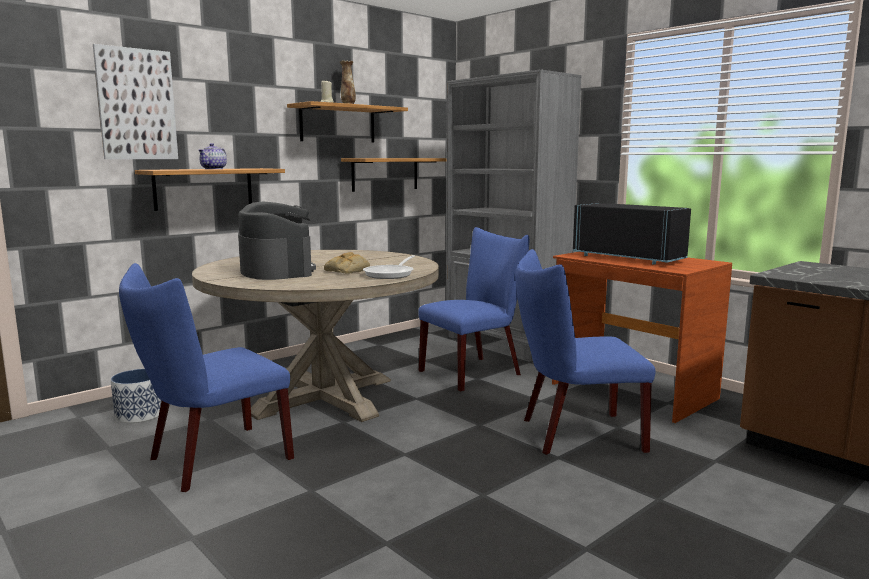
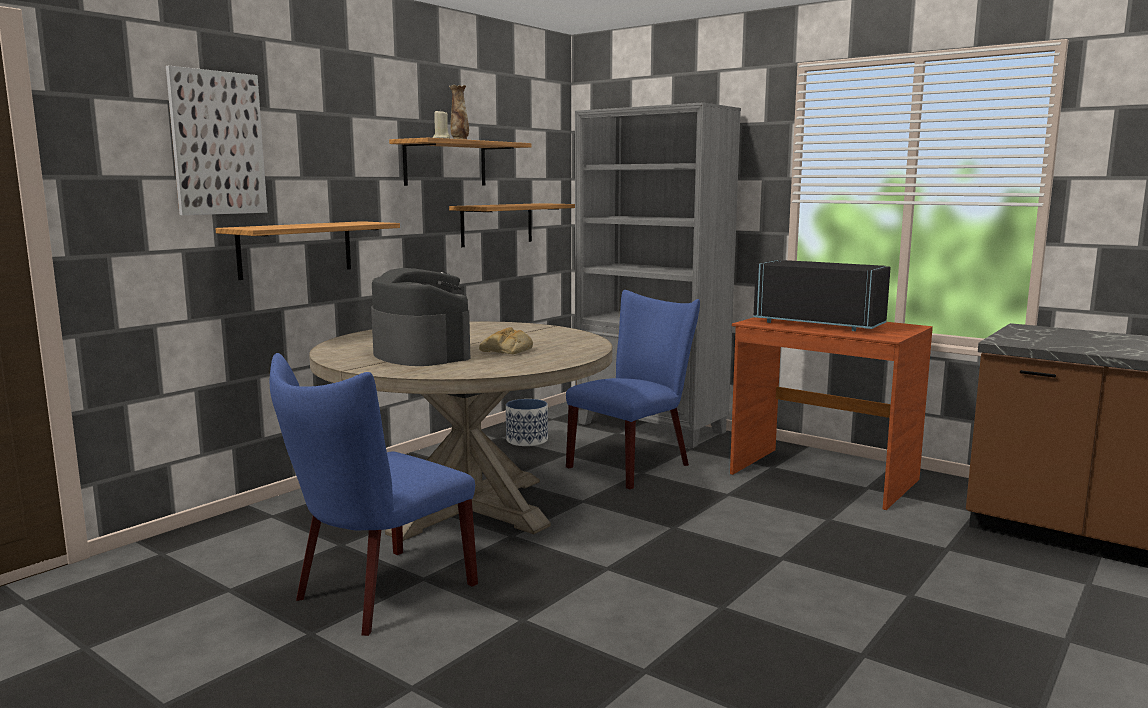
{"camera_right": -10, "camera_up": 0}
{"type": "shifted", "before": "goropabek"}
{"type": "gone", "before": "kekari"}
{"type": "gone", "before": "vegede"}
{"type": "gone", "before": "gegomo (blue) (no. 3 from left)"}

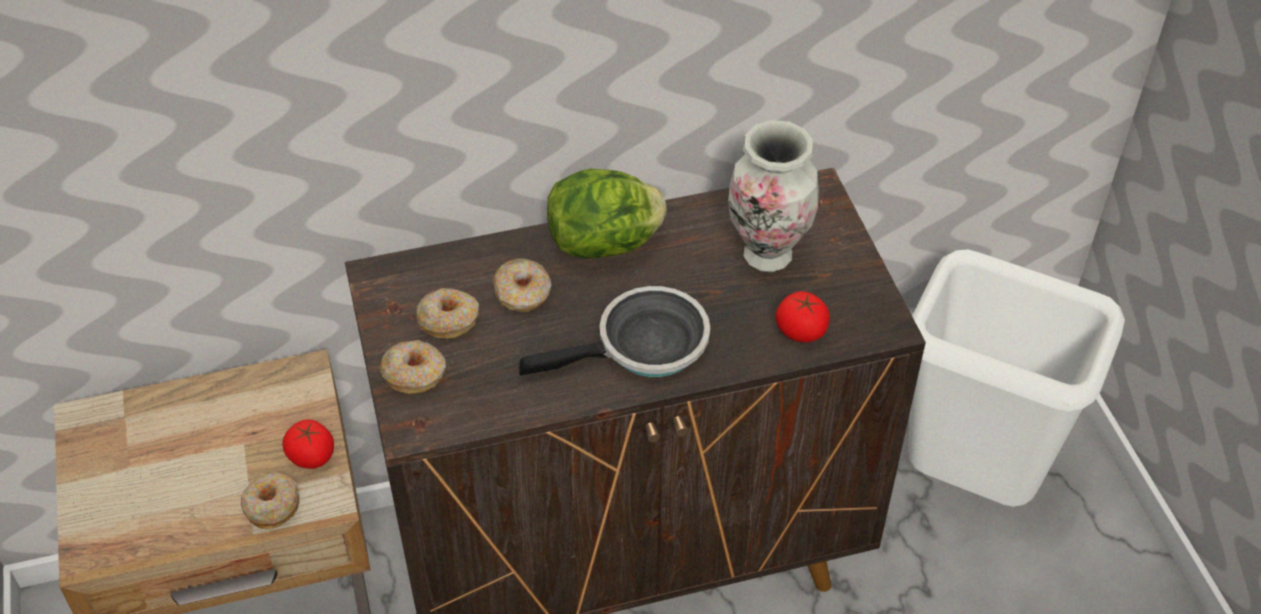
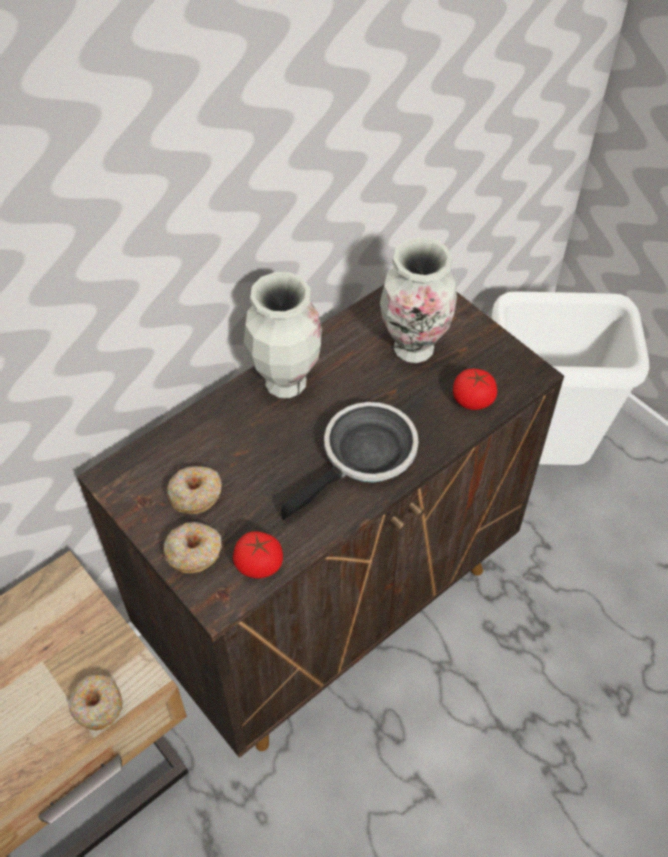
{"camera_right": -25, "camera_up": 5}
{"type": "shifted", "before": "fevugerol (no. 1 from left)"}
{"type": "gone", "before": "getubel (no. 4 from left)"}
{"type": "swapped", "before": "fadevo", "after": "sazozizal (no. 1 from left)"}

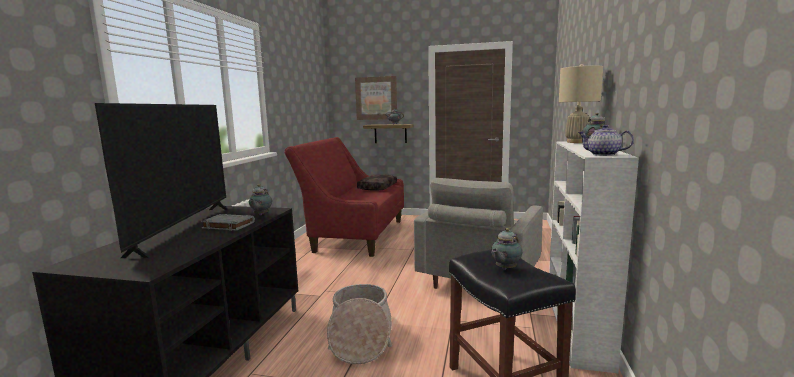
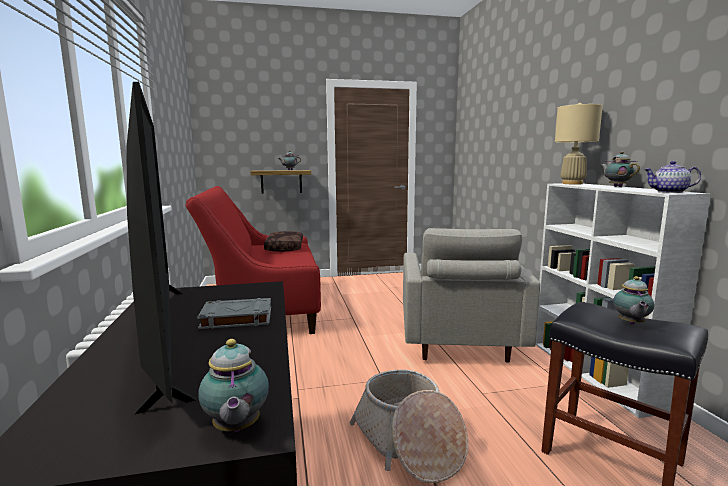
{"camera_right": -25, "camera_up": 0}
{"type": "shifted", "before": "kekari (no. 1 from left)"}
{"type": "gone", "before": "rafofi"}

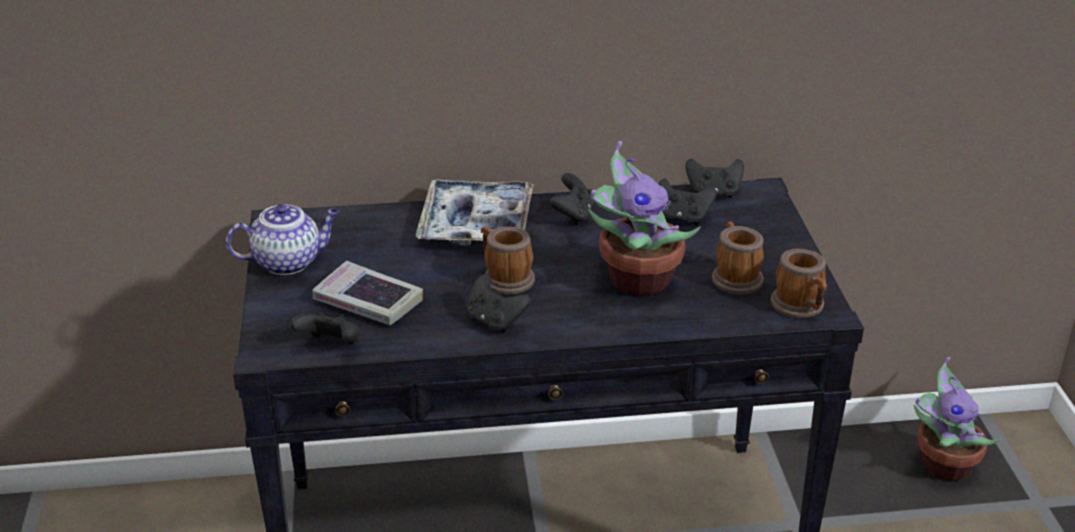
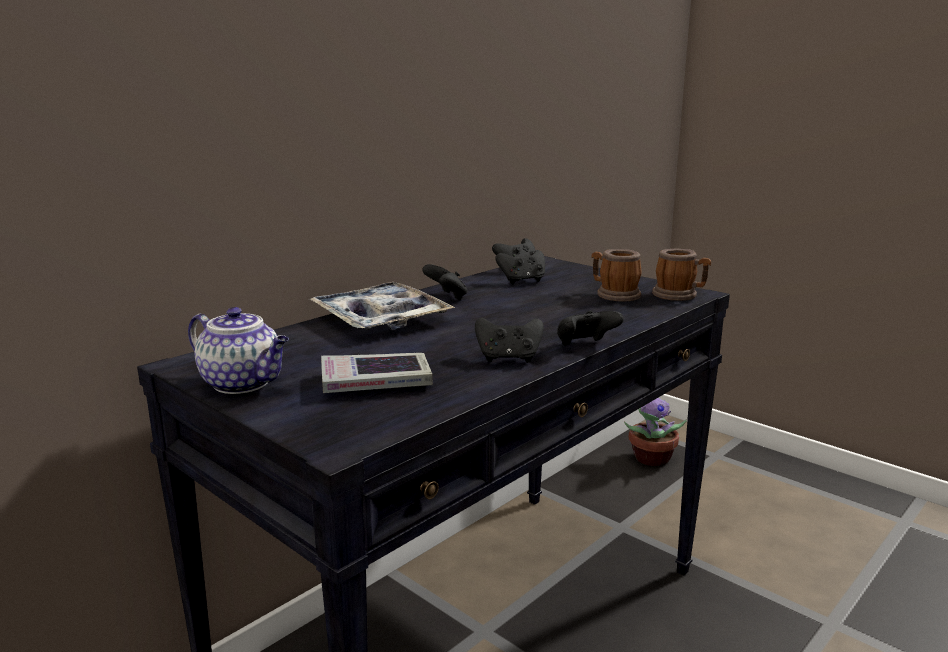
{"camera_right": -40, "camera_up": -15}
{"type": "rotated", "before": "kekari", "turn": 90}
{"type": "shifted", "before": "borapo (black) (no. 1 from left in the first image)", "after": "borapo (black) (no. 5 from left)"}
{"type": "gone", "before": "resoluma (no. 1 from left)"}
{"type": "gone", "before": "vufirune (no. 1 from left)"}

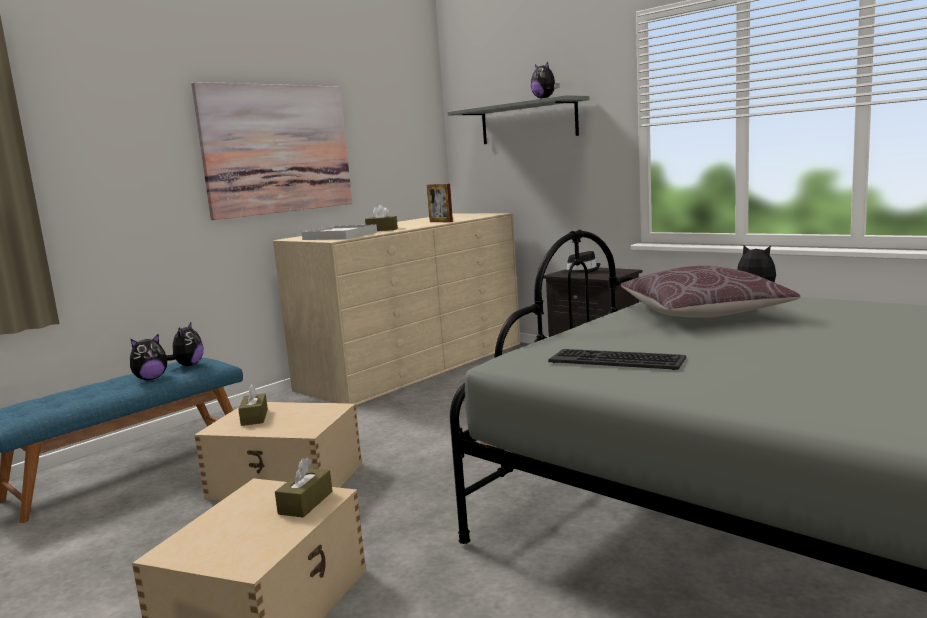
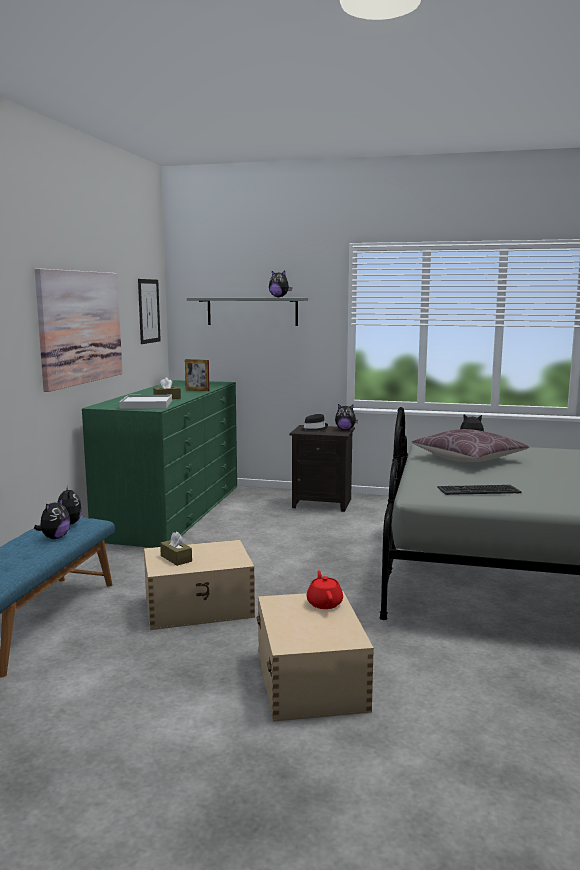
{"camera_right": -30, "camera_up": 0}
{"type": "repainted", "before": "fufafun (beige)", "after": "fufafun (green)"}
{"type": "swapped", "before": "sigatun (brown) (no. 2 from left)", "after": "kekari (red)"}
{"type": "new", "after": "rafofi (no. 2 from left)"}
{"type": "new", "after": "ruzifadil (no. 4 from left)"}

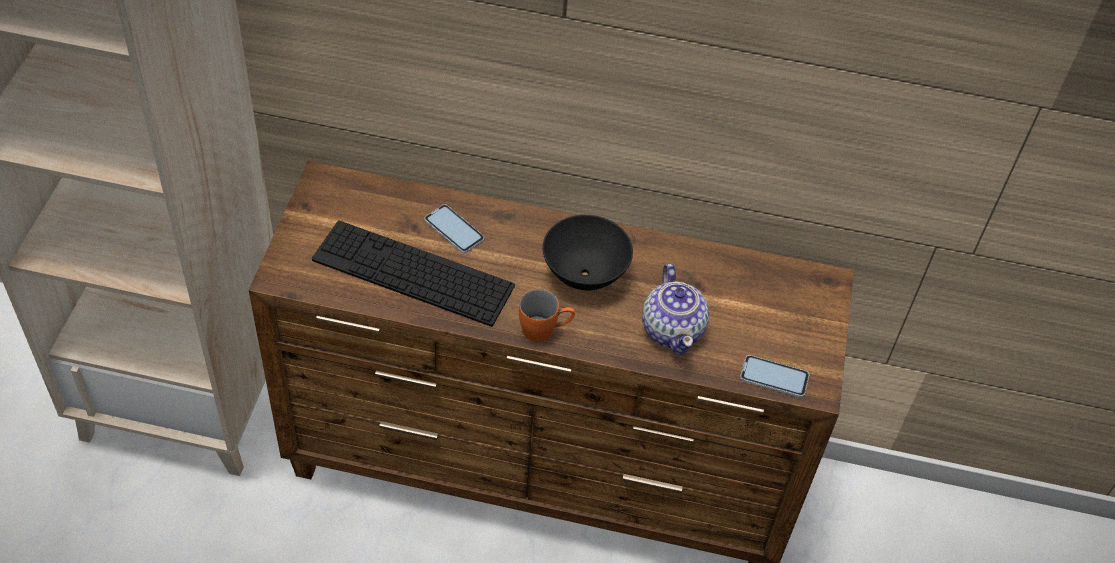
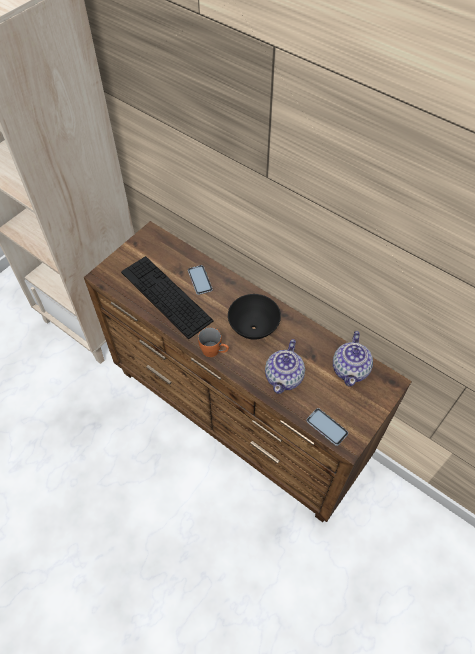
{"camera_right": 30, "camera_up": 5}
{"type": "new", "after": "kekari (no. 2 from left)"}

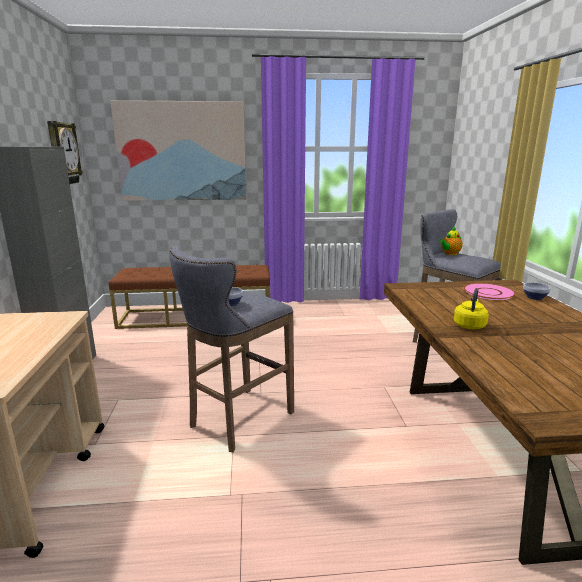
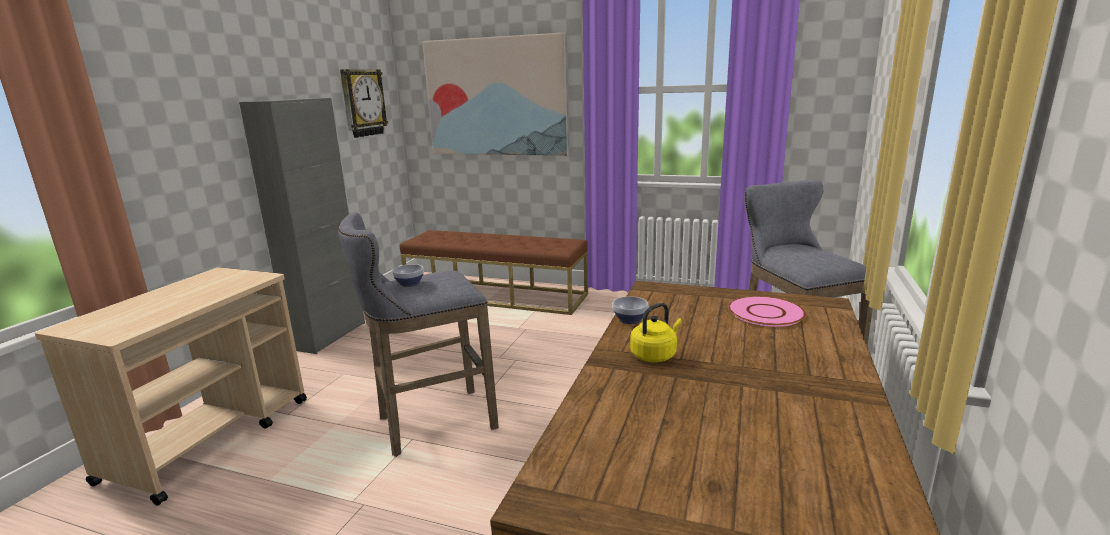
{"camera_right": 25, "camera_up": 0}
{"type": "gone", "before": "kekari"}
{"type": "shifted", "before": "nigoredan (no. 2 from left)"}

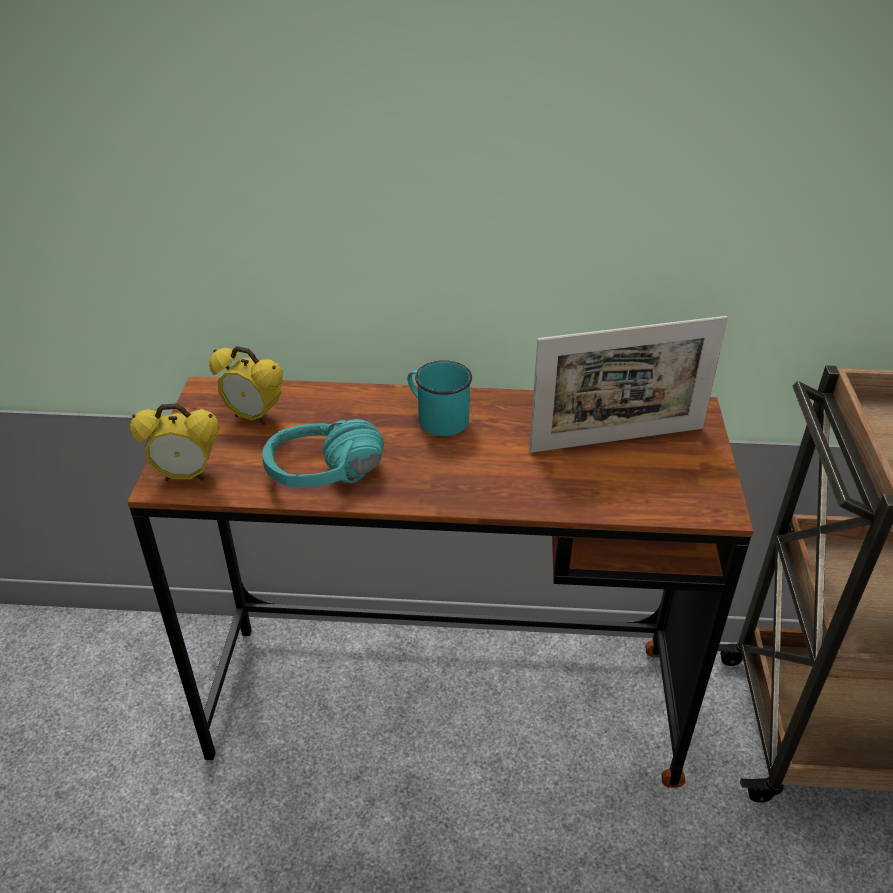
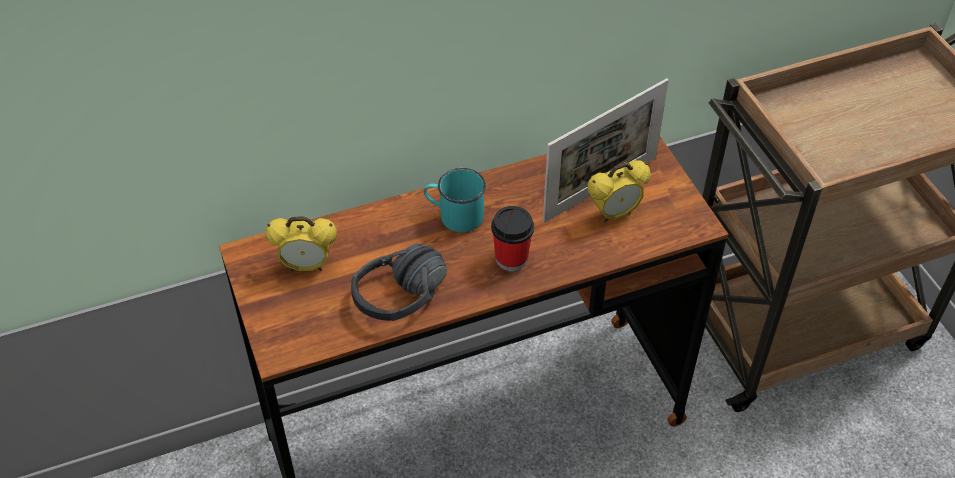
{"camera_right": -25, "camera_up": 10}
{"type": "shifted", "before": "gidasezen (no. 1 from left in the first image)", "after": "gidasezen (no. 2 from left)"}
{"type": "repainted", "before": "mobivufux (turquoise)", "after": "mobivufux (black)"}
{"type": "new", "after": "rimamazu"}

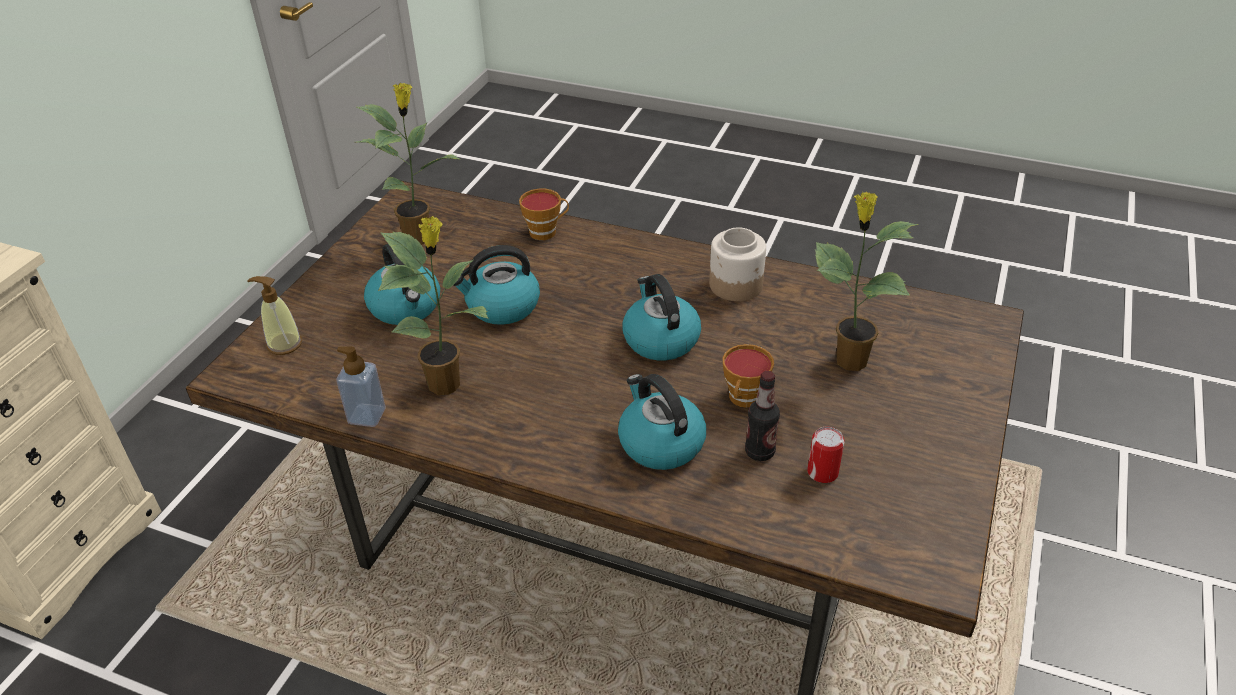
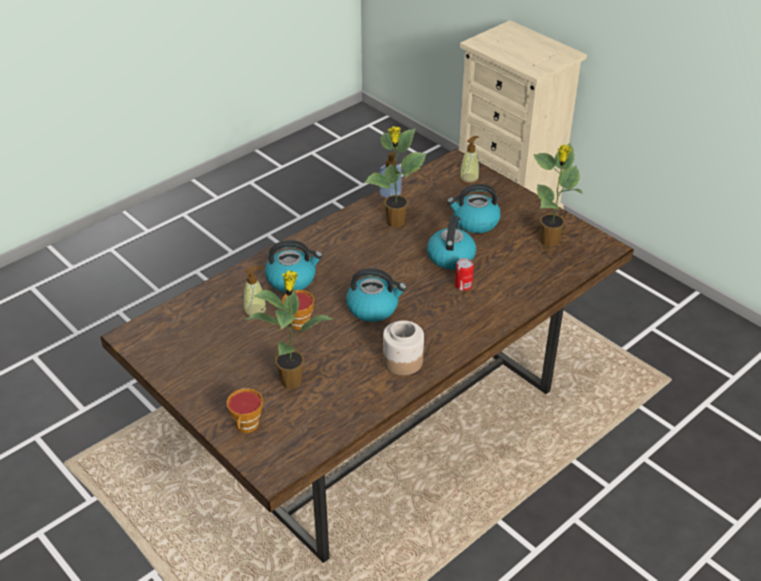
{"camera_right": 115, "camera_up": 0}
{"type": "shifted", "before": "rimamazu (no. 1 from left)"}
{"type": "swapped", "before": "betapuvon", "after": "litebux (no. 1 from left)"}
{"type": "shifted", "before": "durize"}

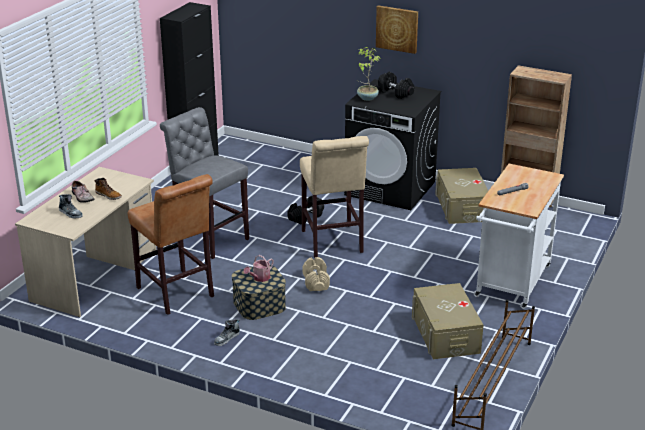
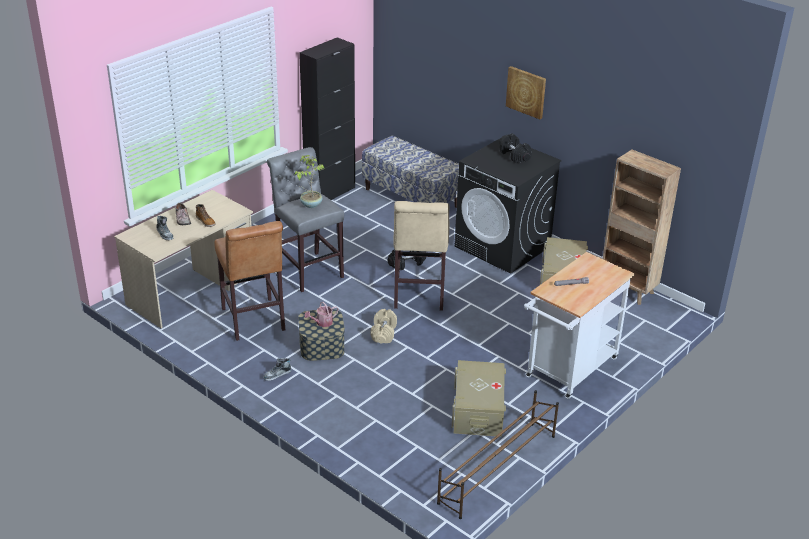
{"camera_right": 15, "camera_up": 5}
{"type": "shifted", "before": "vufirune"}
{"type": "new", "after": "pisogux"}

